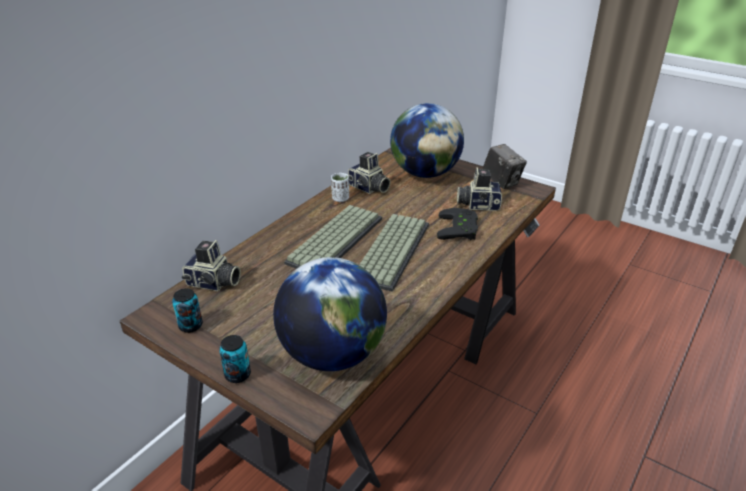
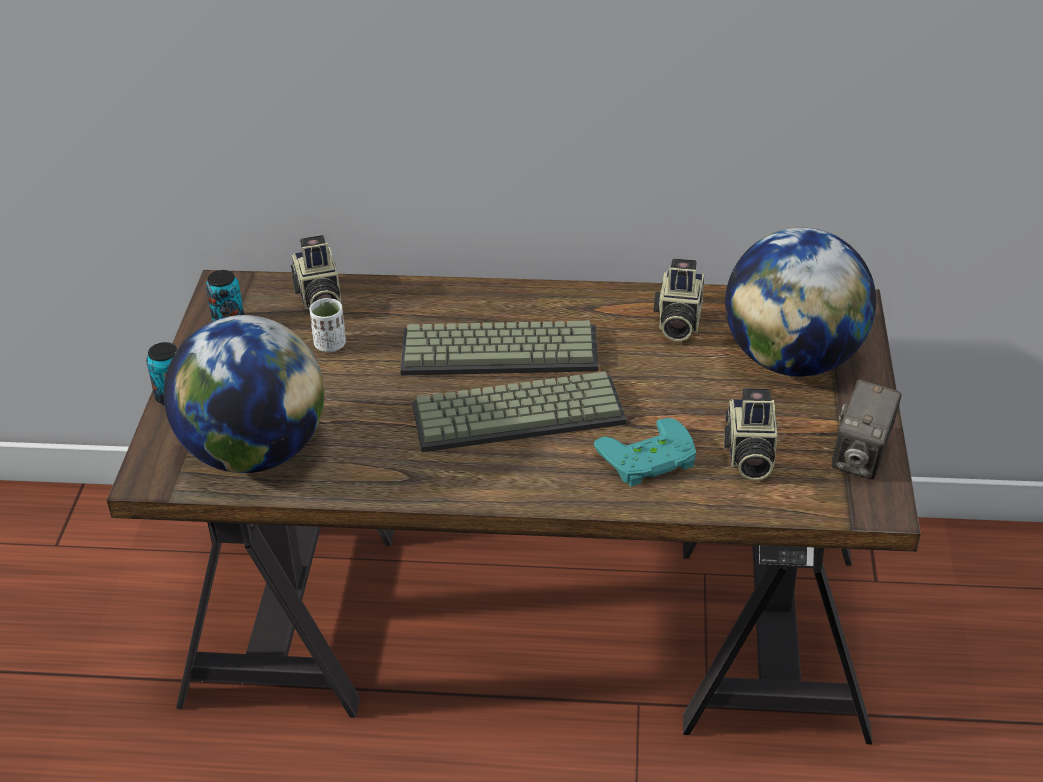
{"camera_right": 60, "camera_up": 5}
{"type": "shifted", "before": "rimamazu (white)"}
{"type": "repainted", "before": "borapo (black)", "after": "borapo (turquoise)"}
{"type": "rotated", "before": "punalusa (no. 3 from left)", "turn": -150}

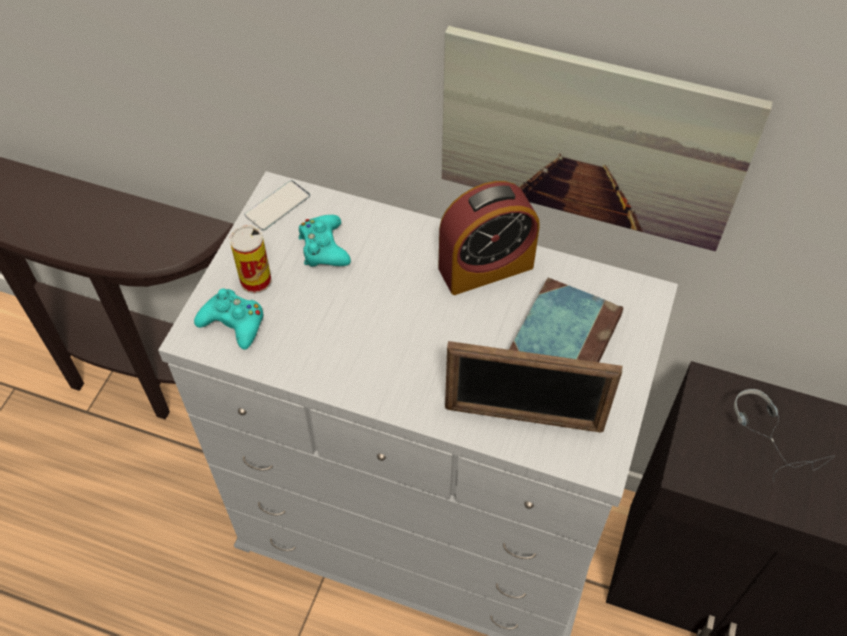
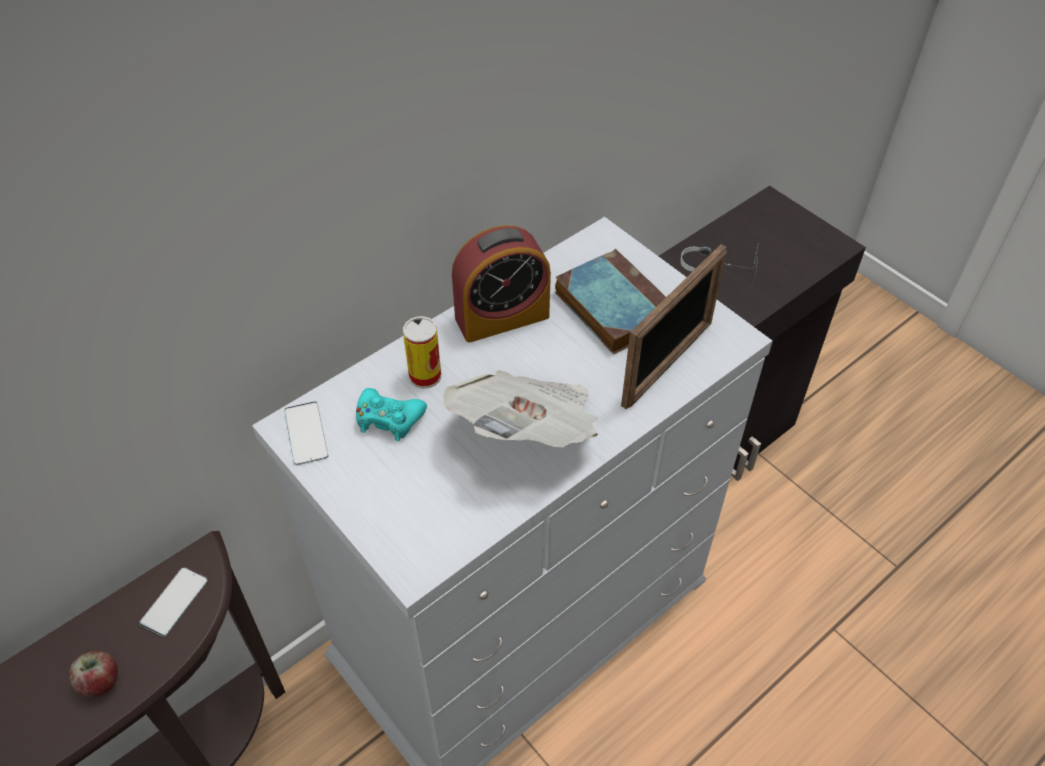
{"camera_right": -60, "camera_up": -5}
{"type": "gone", "before": "borapo (turquoise) (no. 1 from left)"}
{"type": "shifted", "before": "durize"}
{"type": "rotated", "before": "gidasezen", "turn": 60}
{"type": "gone", "before": "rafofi"}
{"type": "new", "after": "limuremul"}
{"type": "new", "after": "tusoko (no. 1 from left)"}
{"type": "new", "after": "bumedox"}

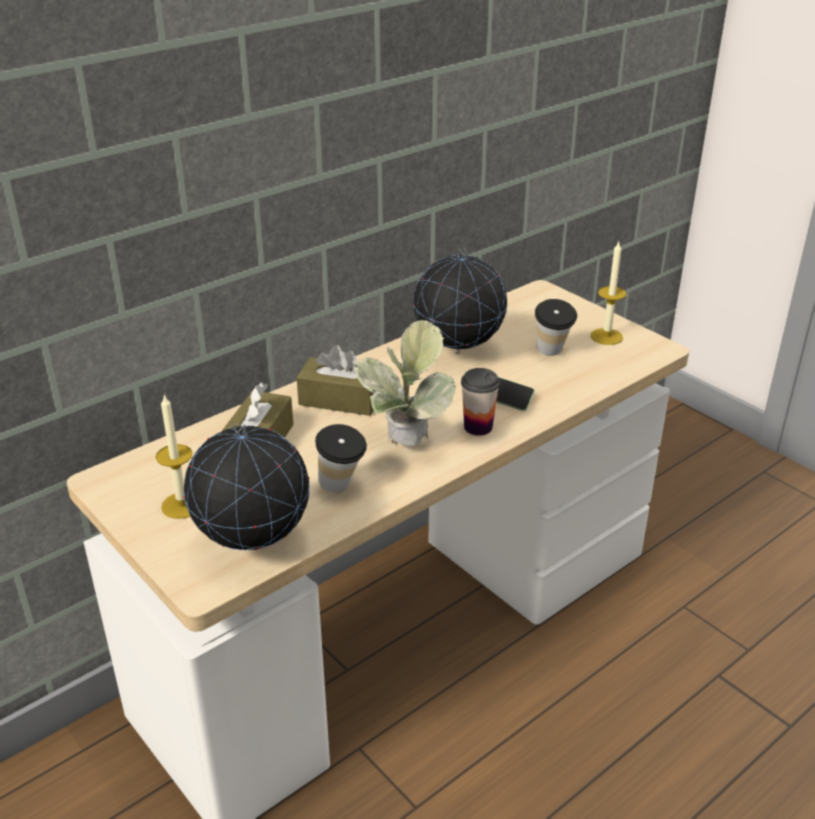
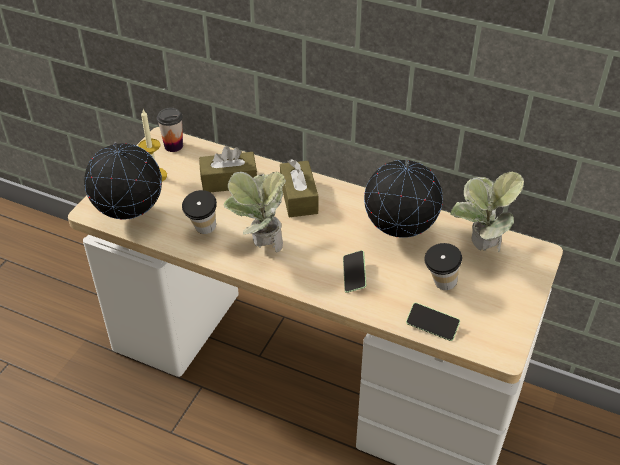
{"camera_right": 65, "camera_up": 10}
{"type": "shifted", "before": "rimamazu (no. 2 from left in the first image)", "after": "rimamazu (no. 1 from left)"}
{"type": "gone", "before": "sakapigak (no. 2 from left)"}
{"type": "new", "after": "tusoko (no. 2 from left)"}
{"type": "new", "after": "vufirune (no. 2 from left)"}

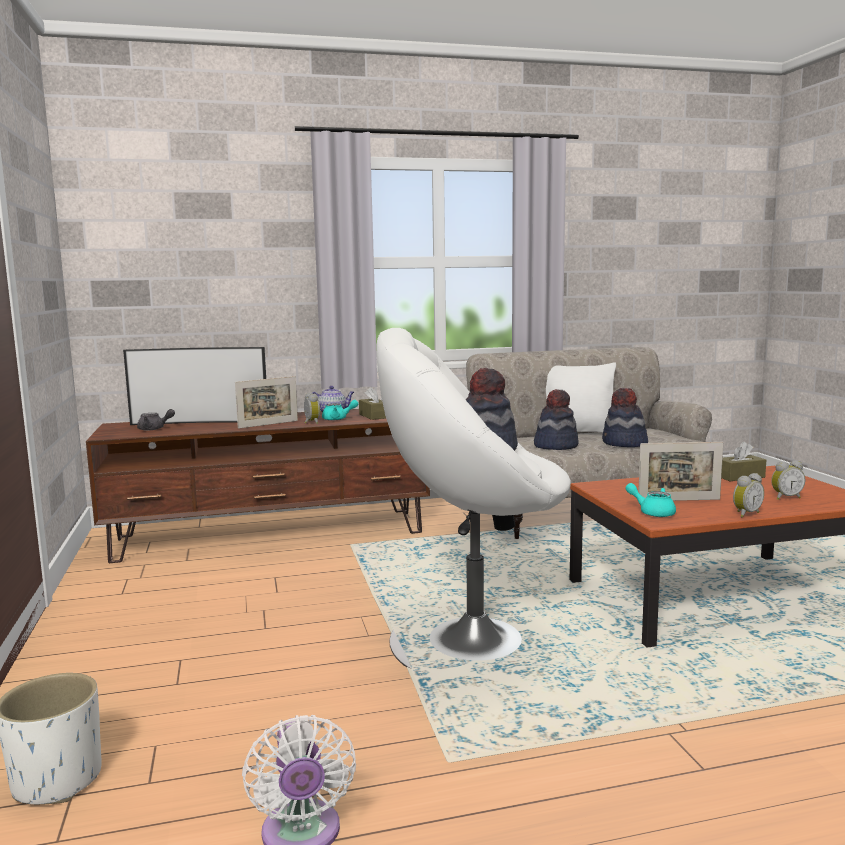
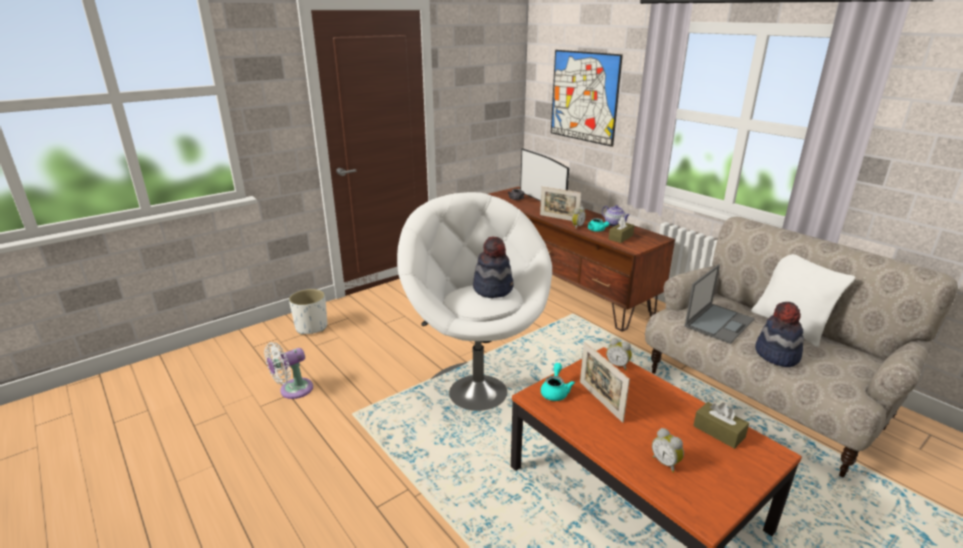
{"camera_right": 65, "camera_up": 15}
{"type": "swapped", "before": "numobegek (no. 2 from left)", "after": "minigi"}
{"type": "shifted", "before": "gidasezen (no. 2 from left)"}
{"type": "new", "after": "rafofi"}

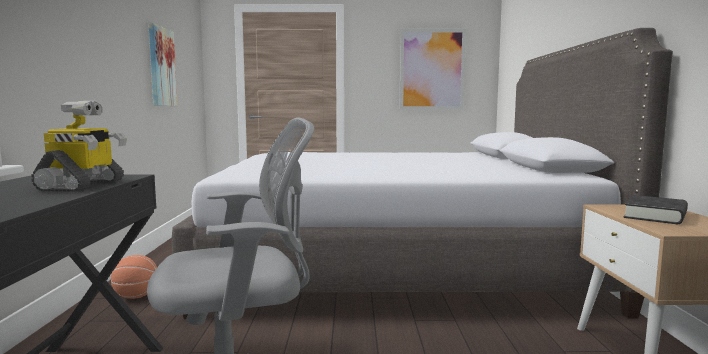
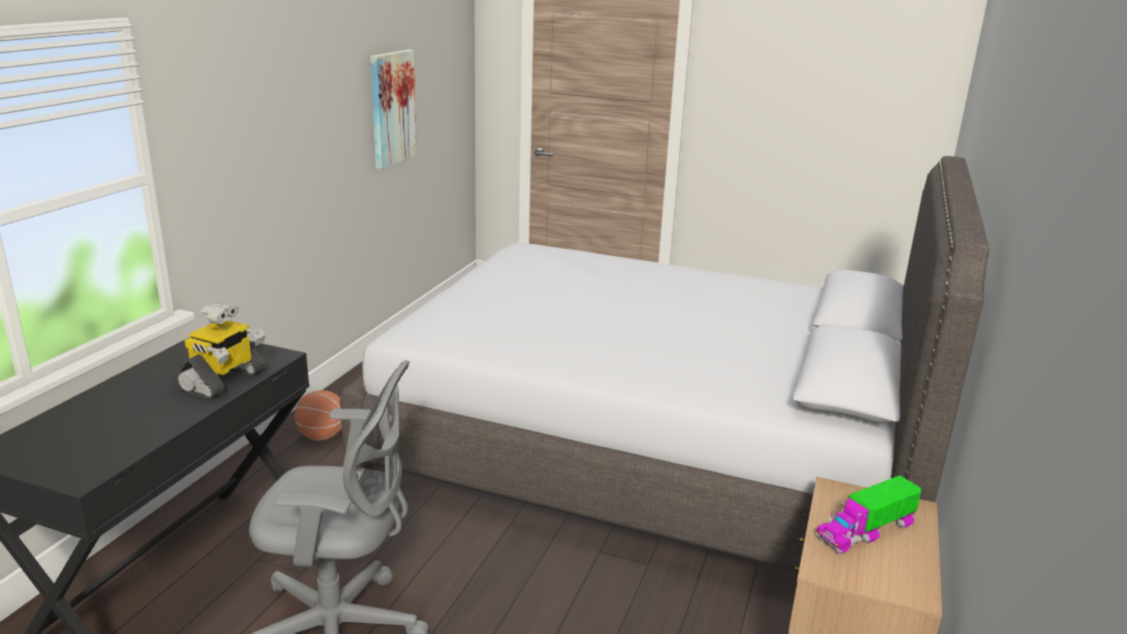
{"camera_right": 20, "camera_up": 15}
{"type": "gone", "before": "rafofi (no. 2 from left)"}
{"type": "swapped", "before": "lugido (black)", "after": "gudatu"}

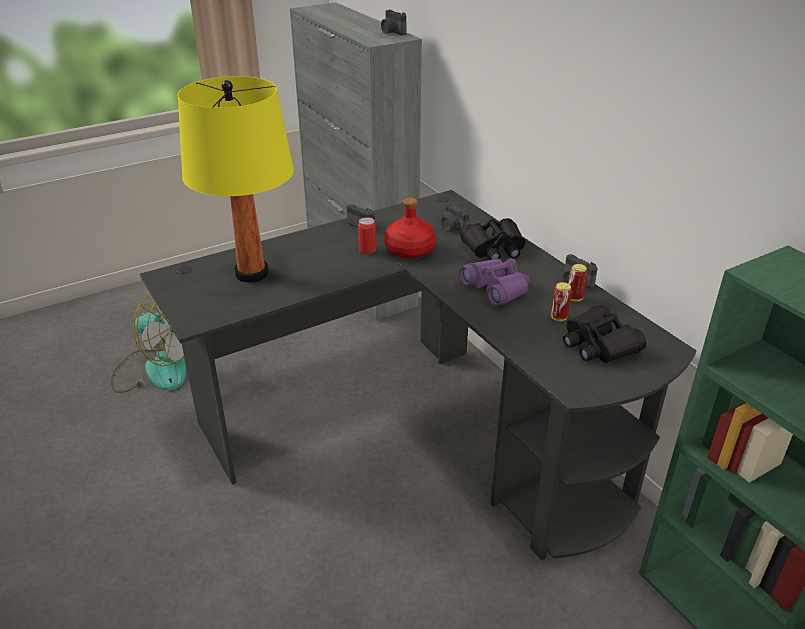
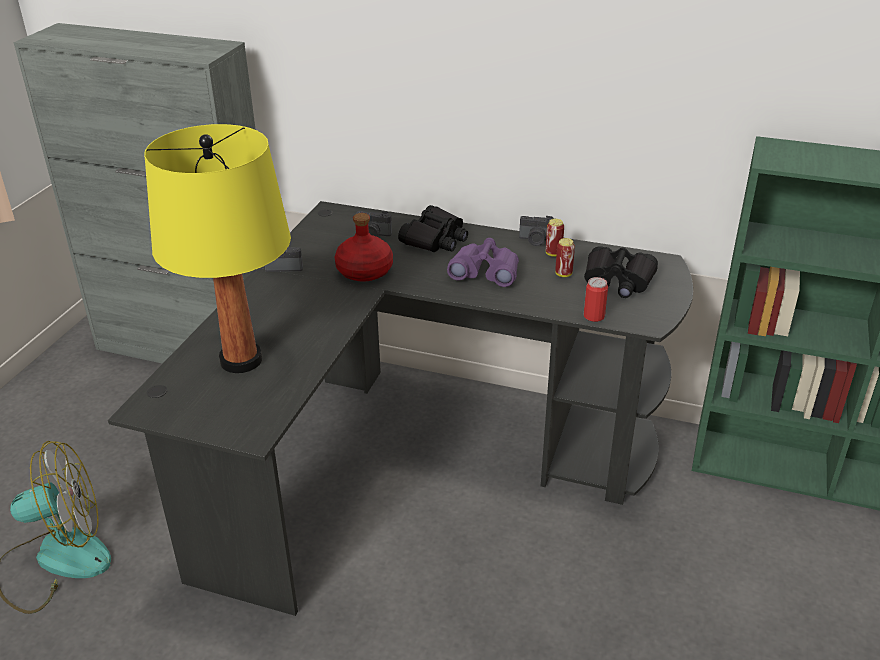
{"camera_right": -40, "camera_up": 0}
{"type": "shifted", "before": "durize (no. 1 from left in the first image)", "after": "durize (no. 3 from left)"}
{"type": "gone", "before": "punalusa (no. 2 from left)"}

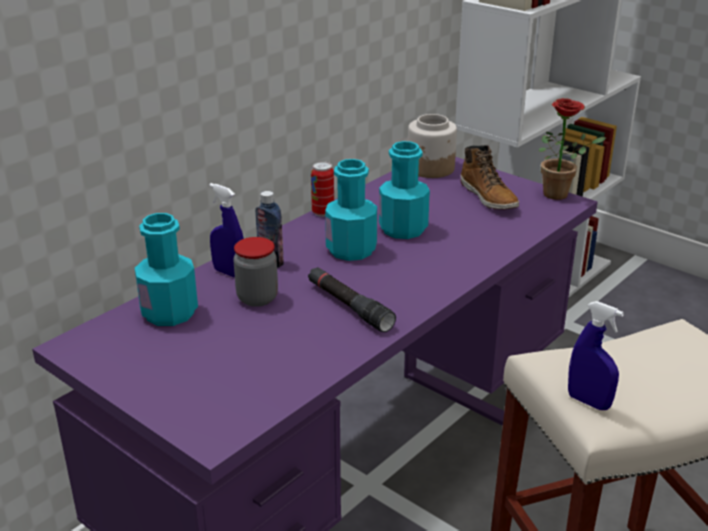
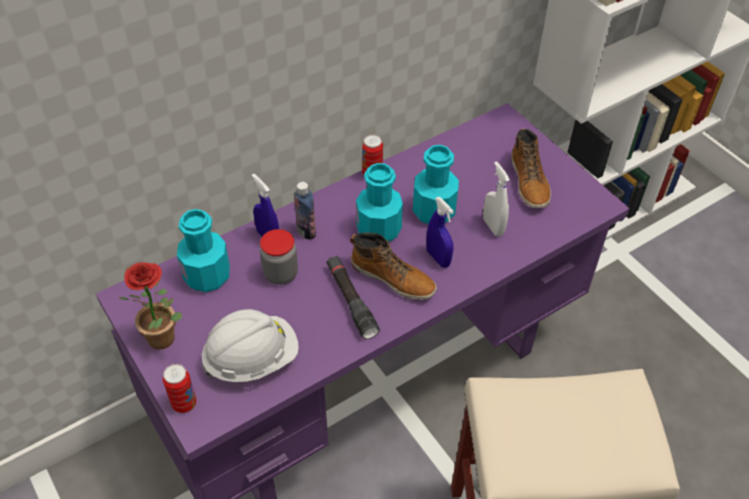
{"camera_right": 15, "camera_up": 20}
{"type": "gone", "before": "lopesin (no. 2 from left)"}
{"type": "shifted", "before": "vufirune"}
{"type": "shifted", "before": "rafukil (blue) (no. 2 from left)"}
{"type": "new", "after": "durize (no. 1 from left)"}
{"type": "new", "after": "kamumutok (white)"}
{"type": "new", "after": "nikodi (no. 1 from left)"}
{"type": "new", "after": "rafukil (white)"}

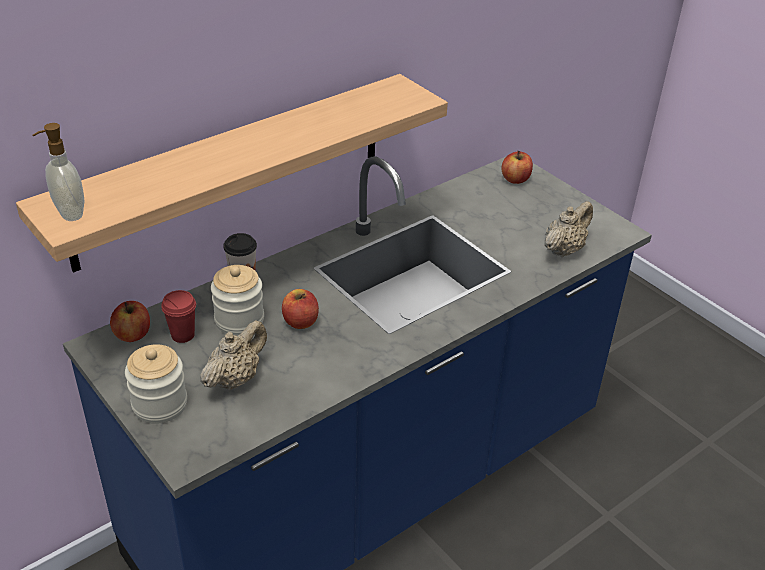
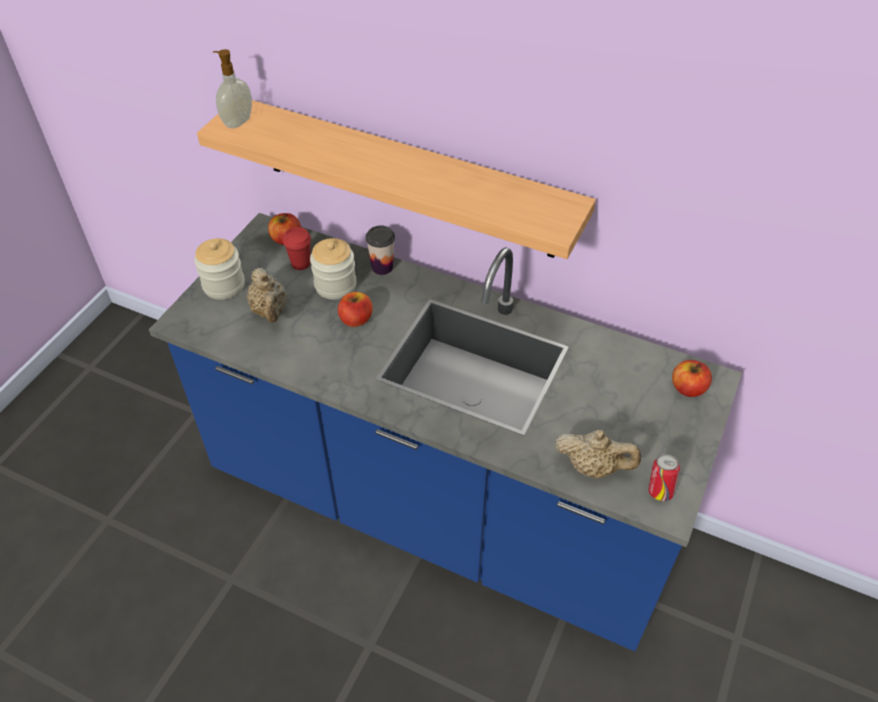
{"camera_right": 65, "camera_up": 10}
{"type": "rotated", "before": "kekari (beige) (no. 1 from left)", "turn": 60}
{"type": "new", "after": "durize"}

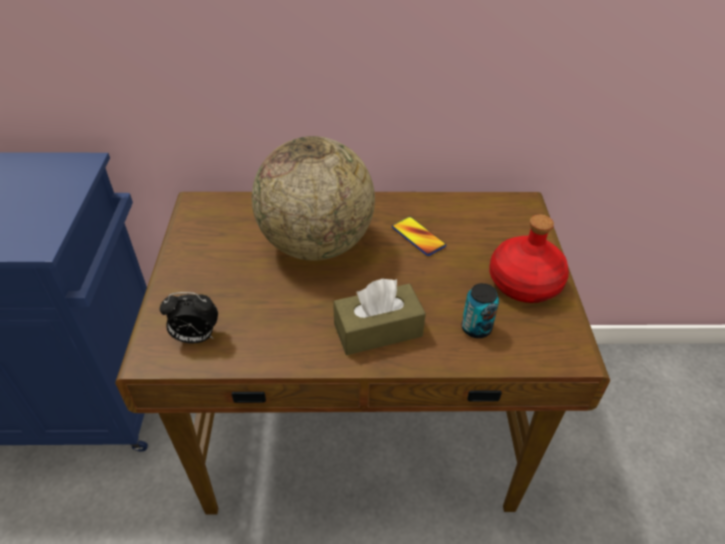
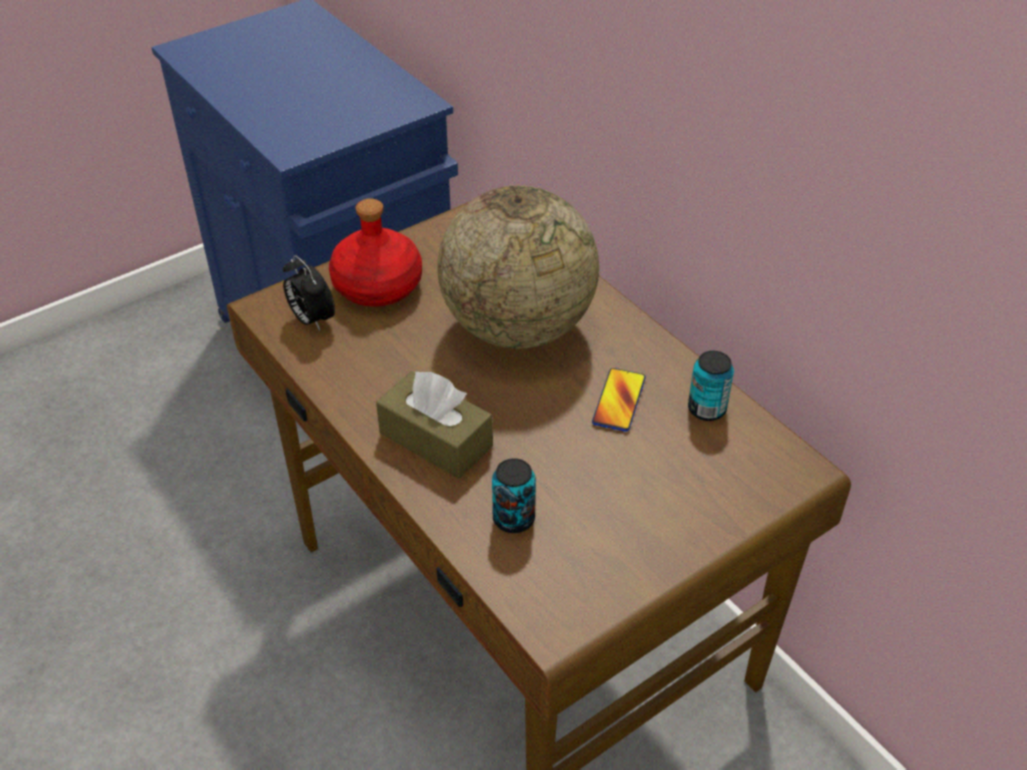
{"camera_right": 55, "camera_up": 0}
{"type": "shifted", "before": "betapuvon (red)"}
{"type": "new", "after": "durize (no. 2 from left)"}

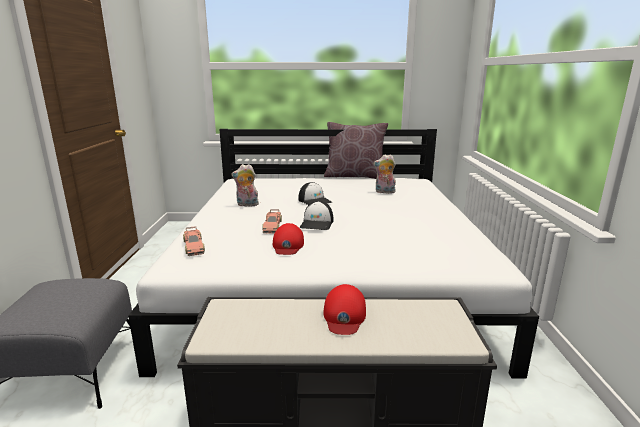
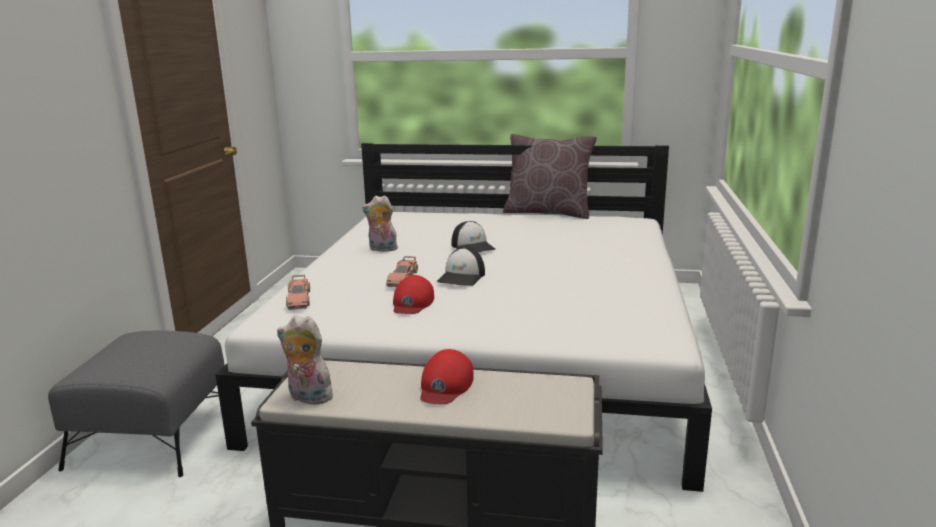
{"camera_right": 10, "camera_up": 0}
{"type": "shifted", "before": "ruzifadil (no. 2 from left in the first image)", "after": "ruzifadil (no. 1 from left)"}

